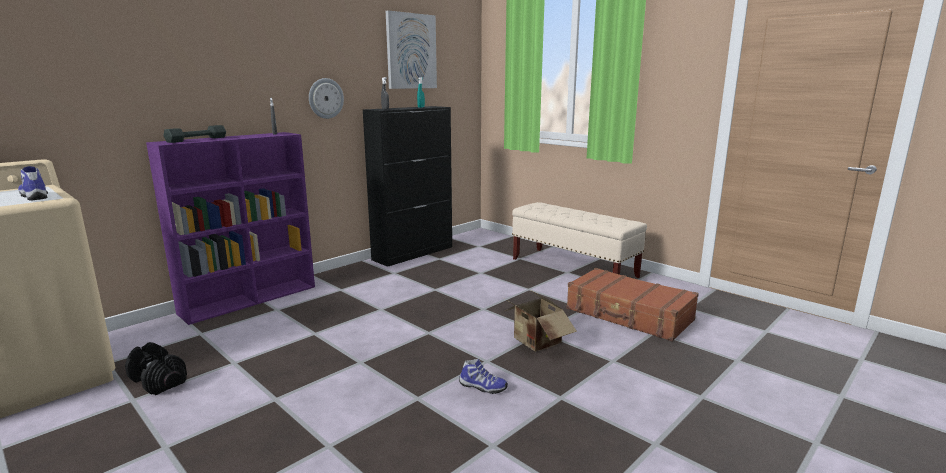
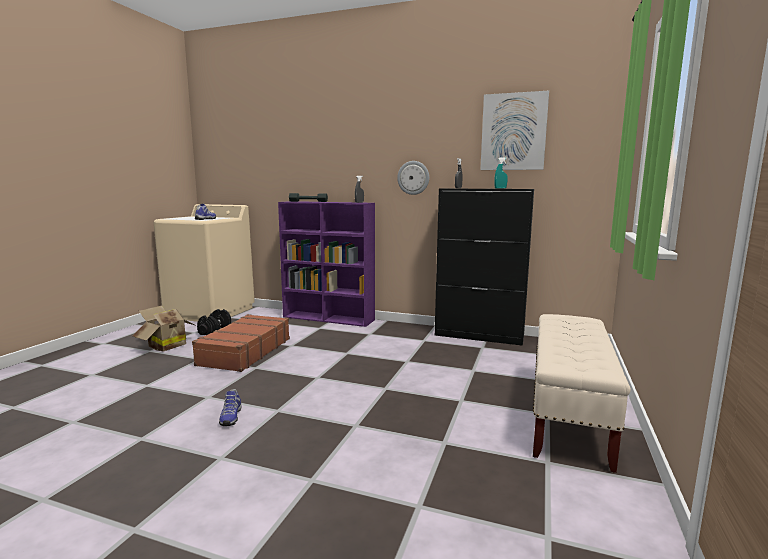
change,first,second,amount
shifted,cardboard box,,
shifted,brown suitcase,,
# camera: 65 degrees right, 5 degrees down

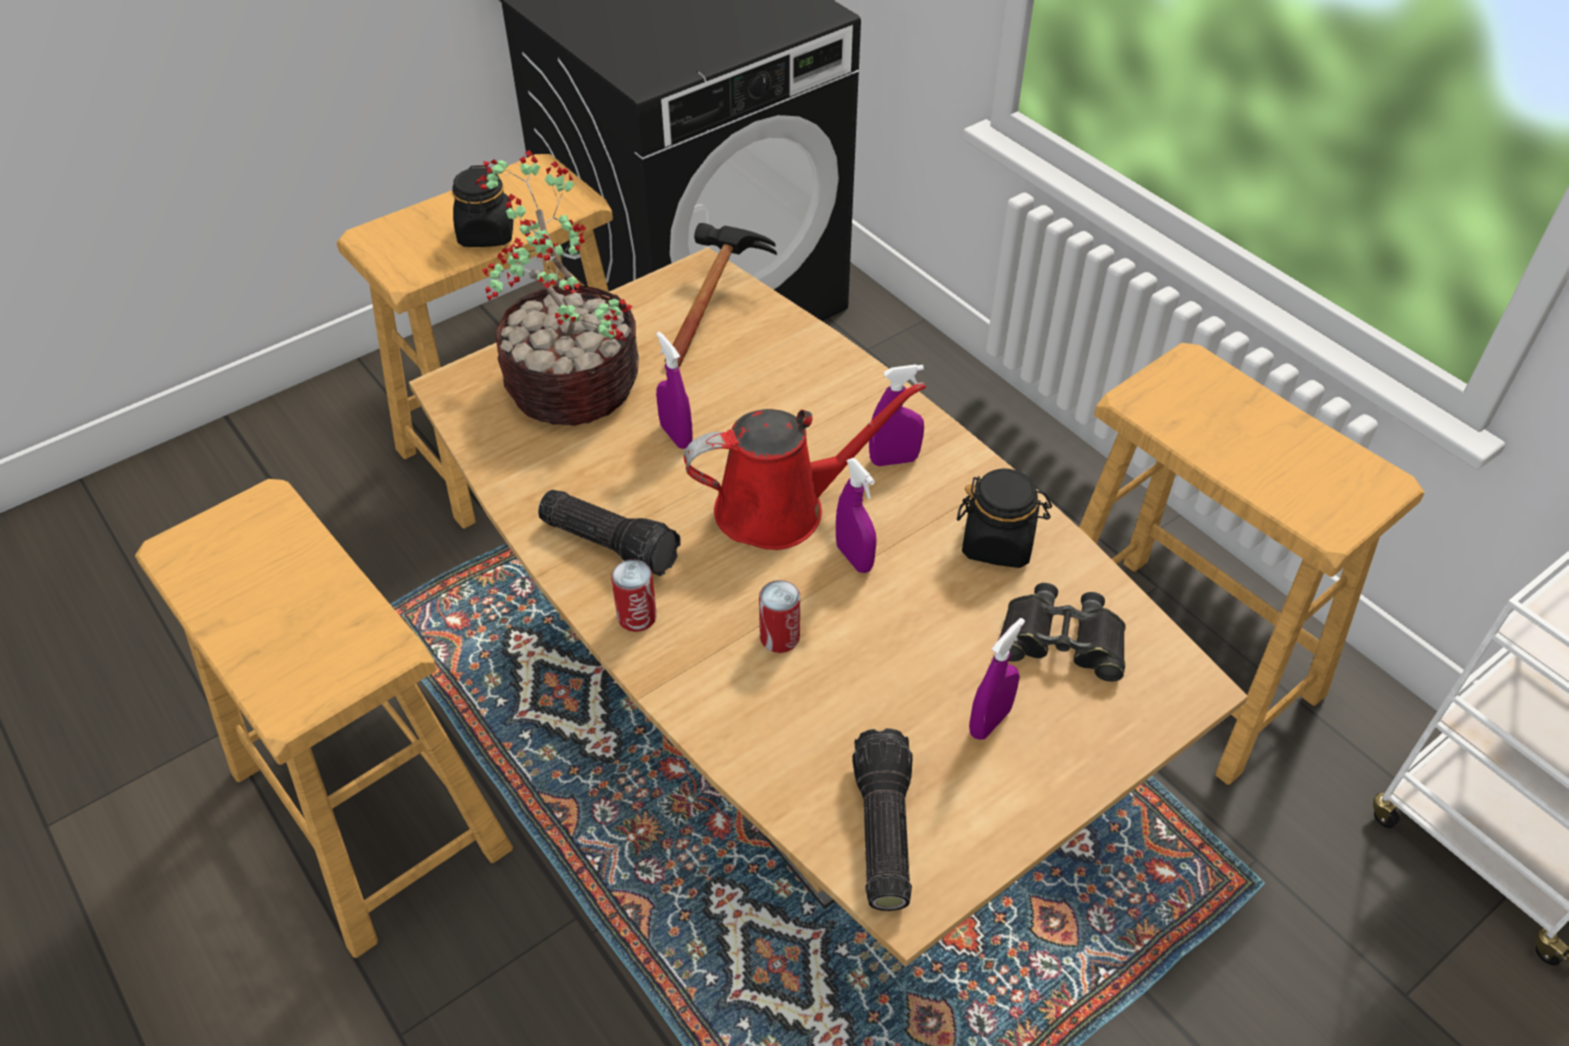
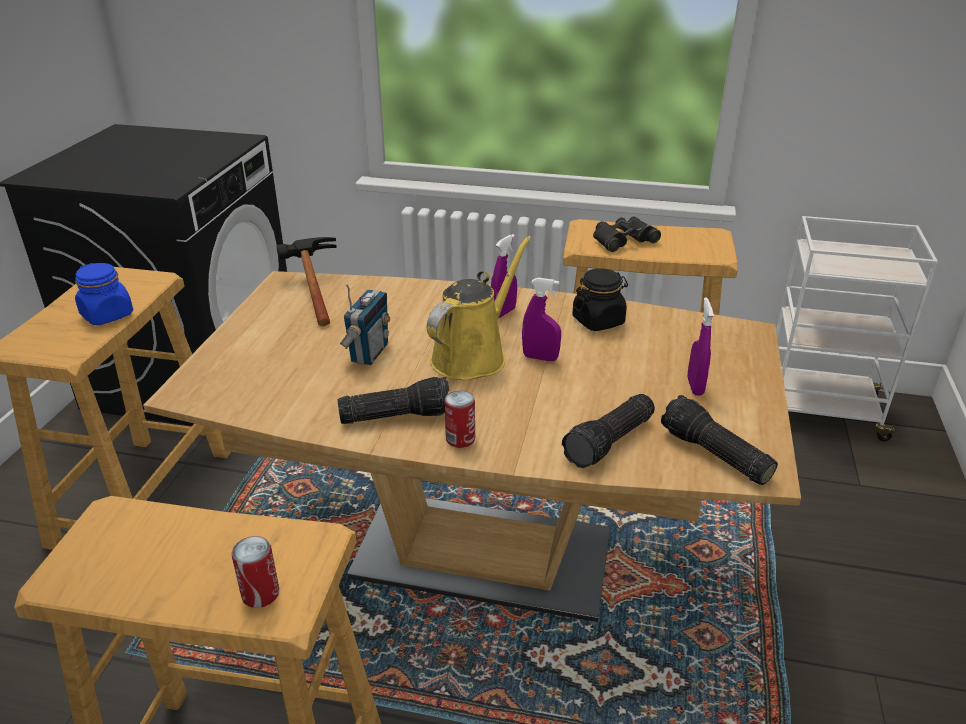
change,first,second,amount
repainted,black-coloured storage jar (no. 1 from left),blue-coloured storage jar,
shifted,sealed can (no. 2 from left in the first image),sealed can (no. 1 from left),
swapped,purplish spray bottle (no. 1 from left),radio set,
repainted,red sprinkling can,yellow-coloured sprinkling can,
new,,flashlight (no. 2 from left),
shifted,black-coloured pair of binoculars,,
gone,potted plant,,
# camera: 40 degrees left, 15 degrees down

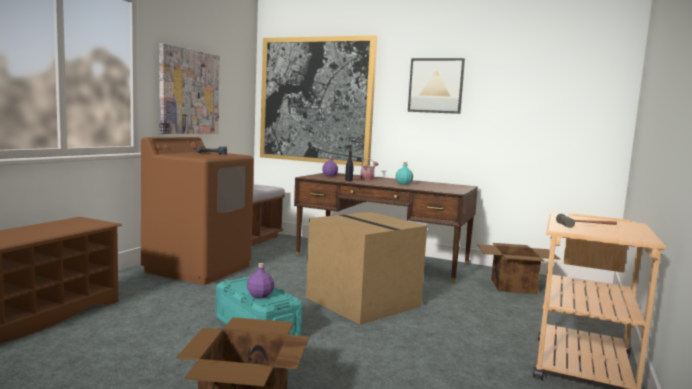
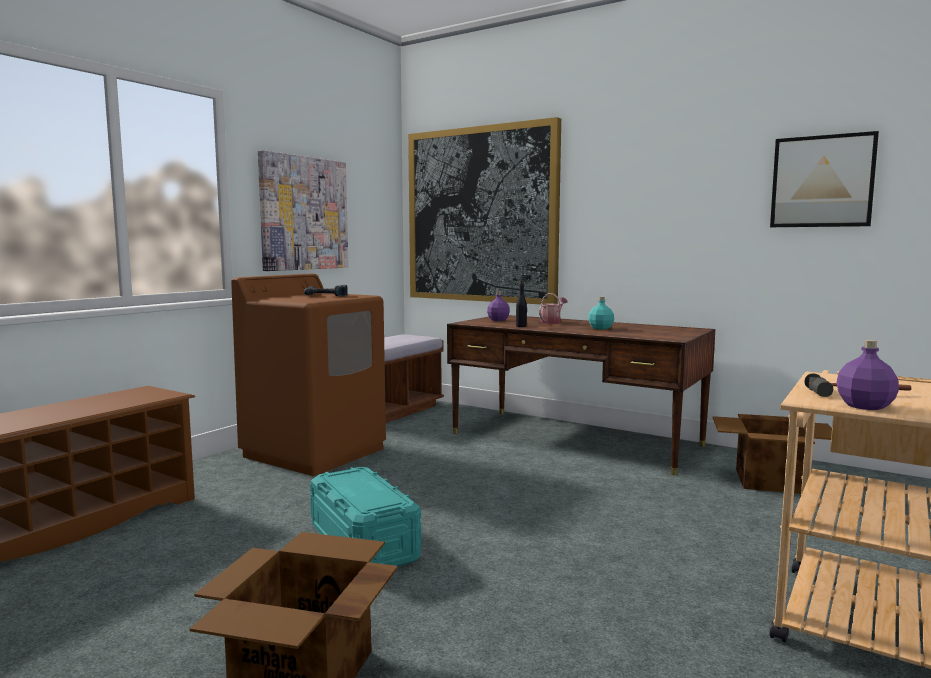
change,first,second,amount
shifted,wall picture (no. 3 from left),,
shifted,purplish bottle (no. 1 from left in the first image),purplish bottle (no. 2 from left),
gone,cardboard box (no. 2 from left),,
# camera: 10 degrees right, 0 degrees up

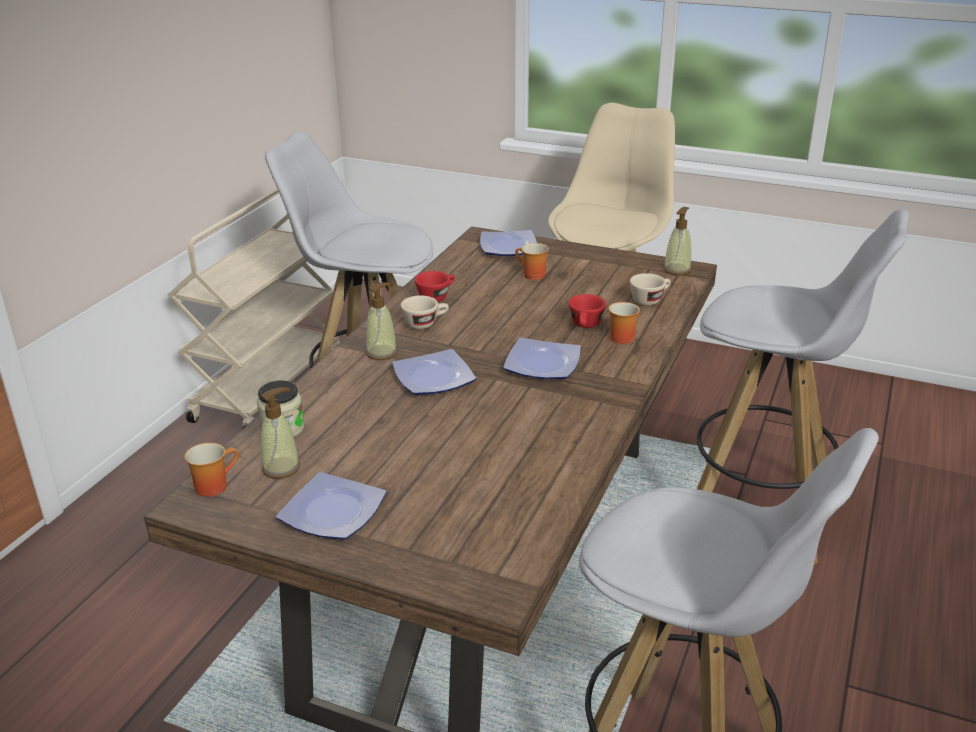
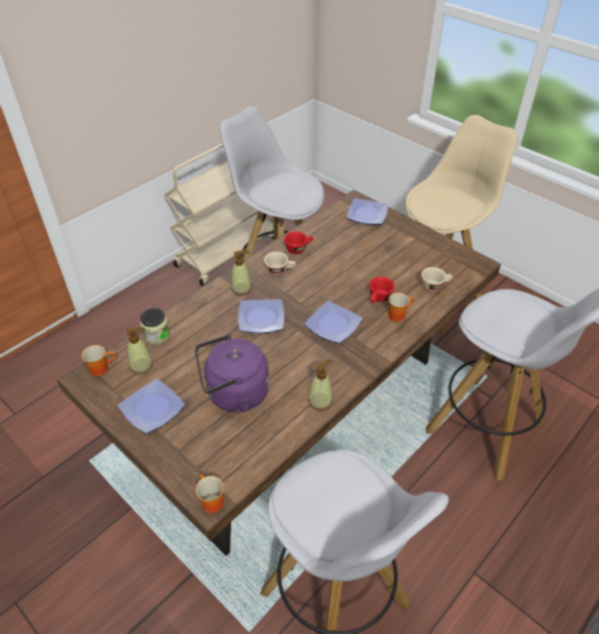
change,first,second,amount
new,,purplish tea kettle,
shifted,coffee mug (no. 2 from left),,
shifted,liquid soap bottle (no. 3 from left),,
# camera: 20 degrees right, 15 degrees up

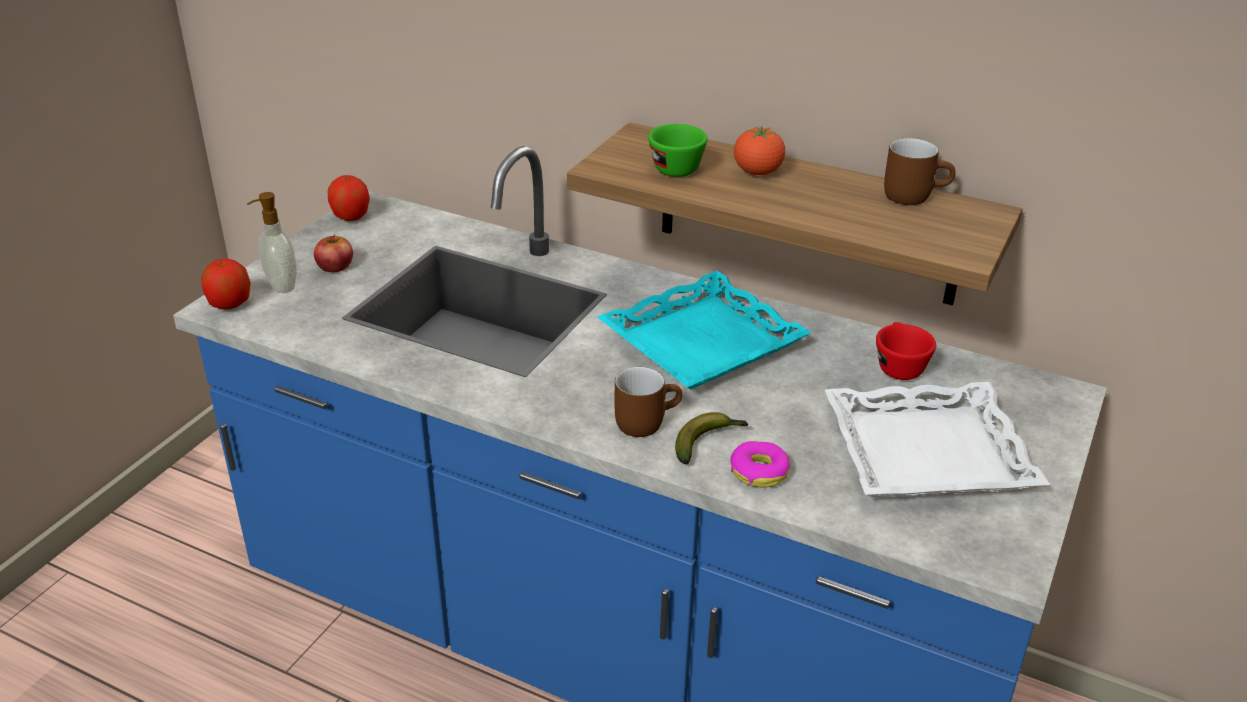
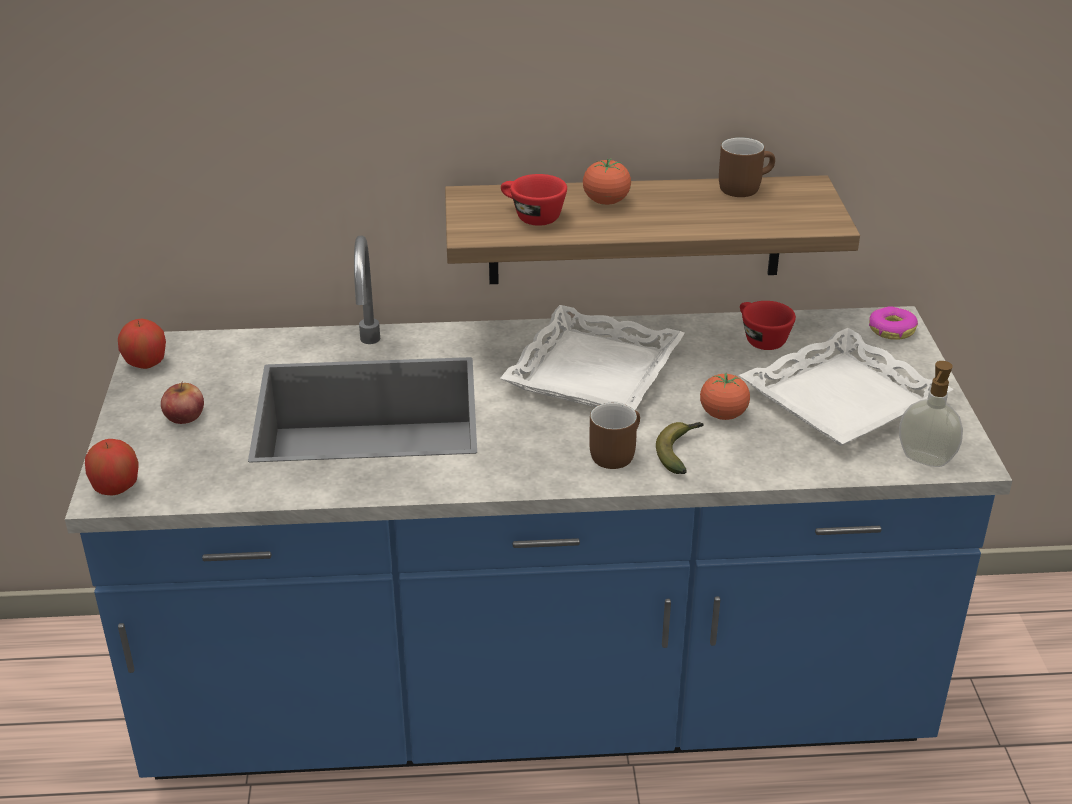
change,first,second,amount
repainted,turquoise serving tray,white serving tray (no. 1 from left),
repainted,green cup,red cup (no. 1 from left),
new,,tomato (no. 2 from left),
shifted,doughnut,,
shifted,liquid soap bottle,,
# camera: 30 degrees left, 0 degrees up

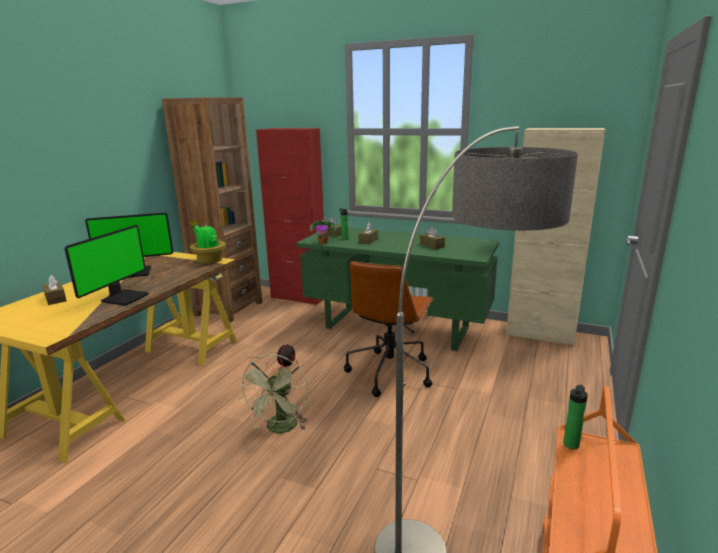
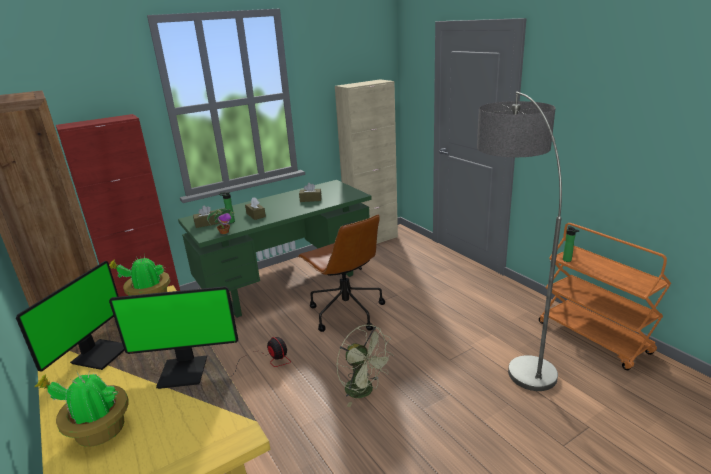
change,first,second,amount
swapped,brown box of tissues (no. 1 from left),potted plant (no. 1 from left),
rotated,computer screen (no. 1 from left in the first image),computer screen (no. 2 from left),120 degrees clockwise
# camera: 55 degrees left, 5 degrees up

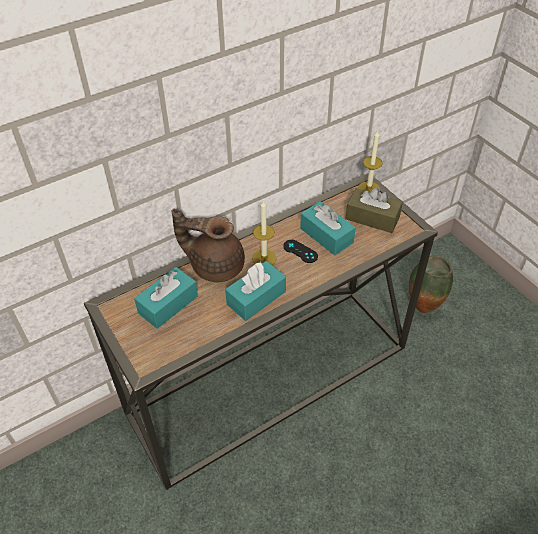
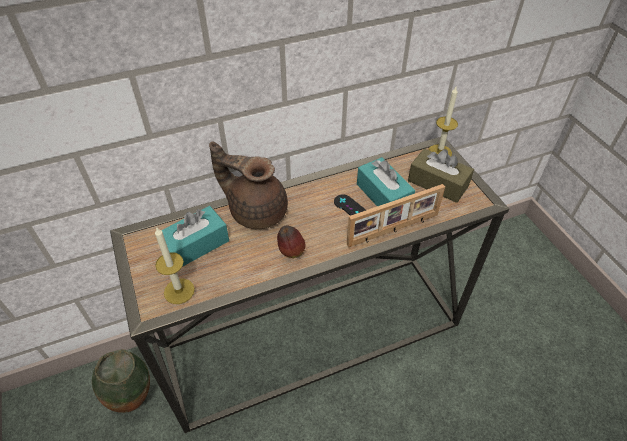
change,first,second,amount
shifted,vase,,
shifted,wax light (no. 1 from left),,
swapped,turquoise box of tissues (no. 2 from left),apple fruit,
new,,picture frame,
# camera: 10 degrees right, 0 degrees up

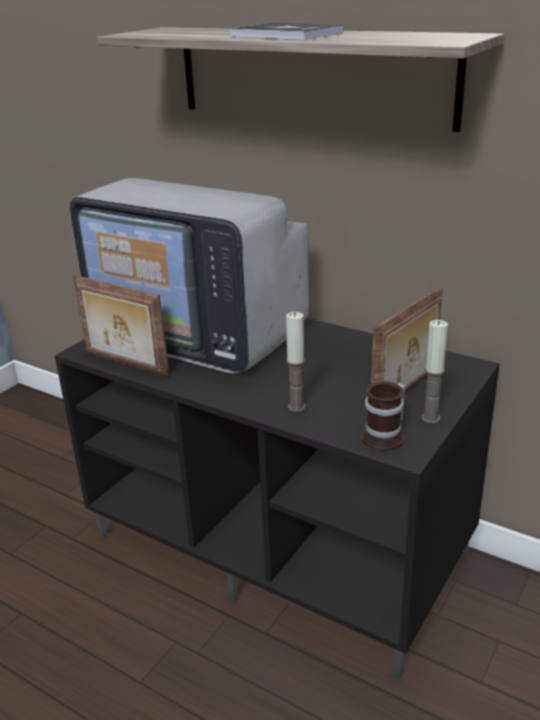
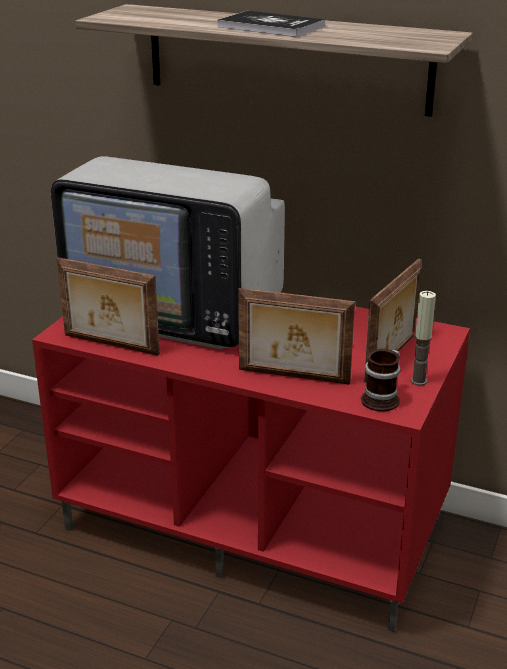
change,first,second,amount
repainted,black-coloured tv unit,red tv unit,
swapped,wax light (no. 1 from left),picture frame (no. 2 from left),
# camera: 10 degrees left, 0 degrees up

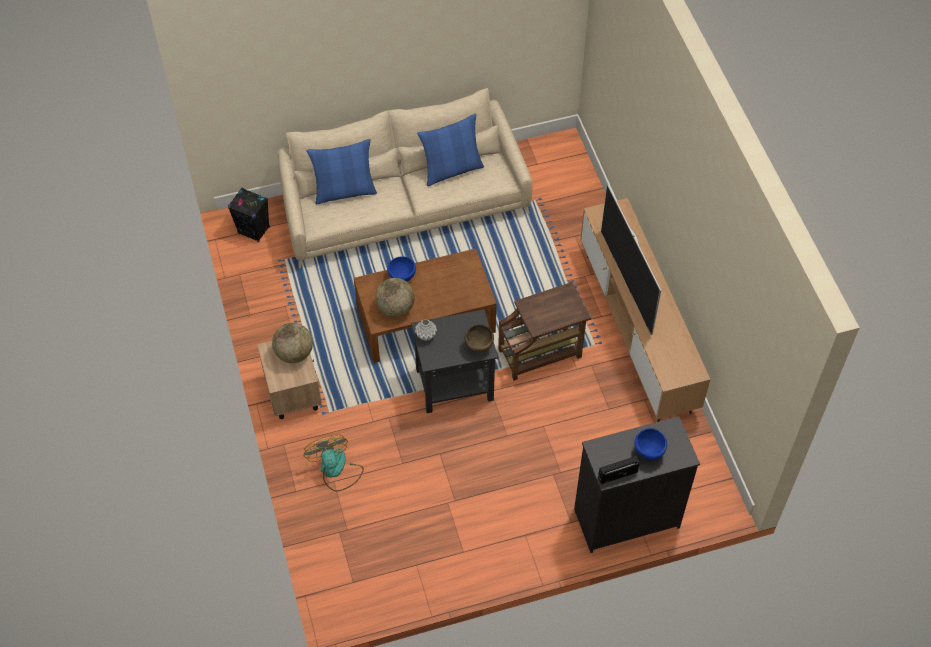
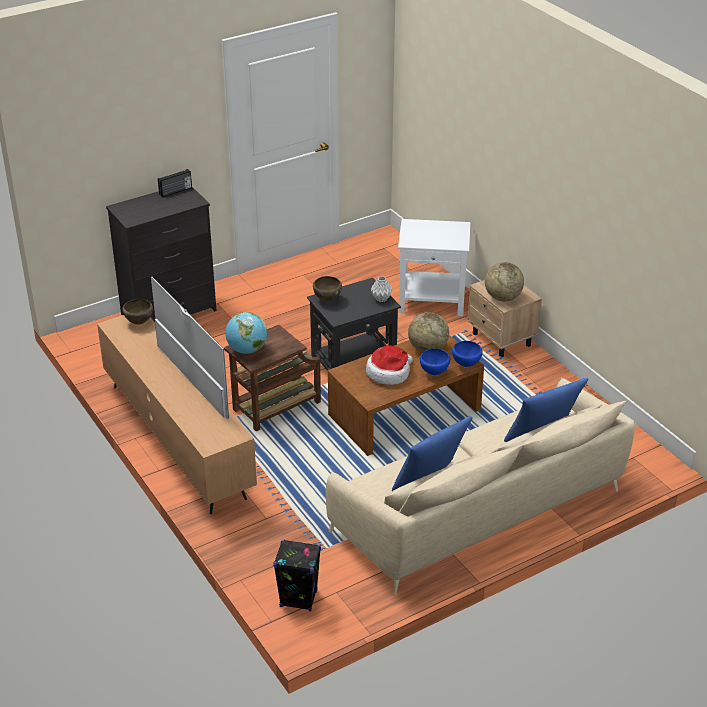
change,first,second,amount
new,,brown deep dish (no. 1 from left),
new,,world globe (no. 1 from left),
shifted,black-coloured speaker,,
new,,clothing hat,
swapped,fan,white end table,
shifted,blue-coloured deep dish (no. 2 from left),,
# camera: 165 degrees right, 20 degrees down

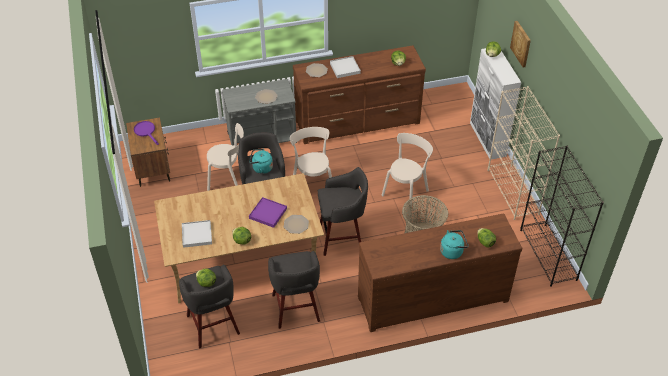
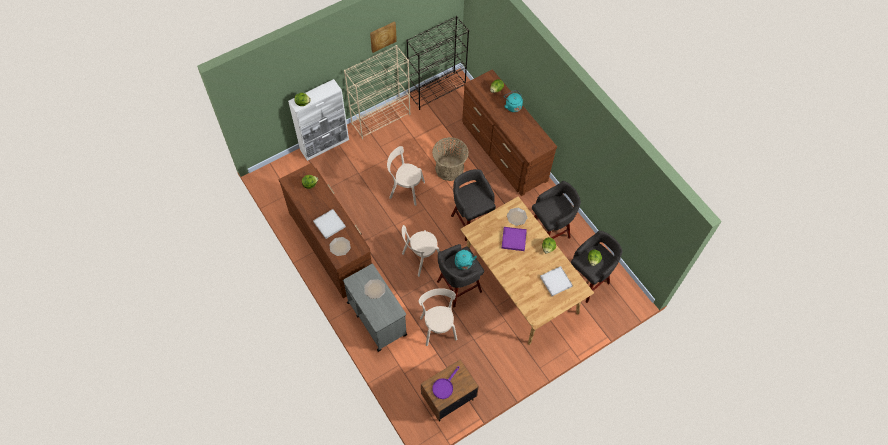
change,first,second,amount
shifted,wall picture,,
# camera: 110 degrees left, 15 degrees up

